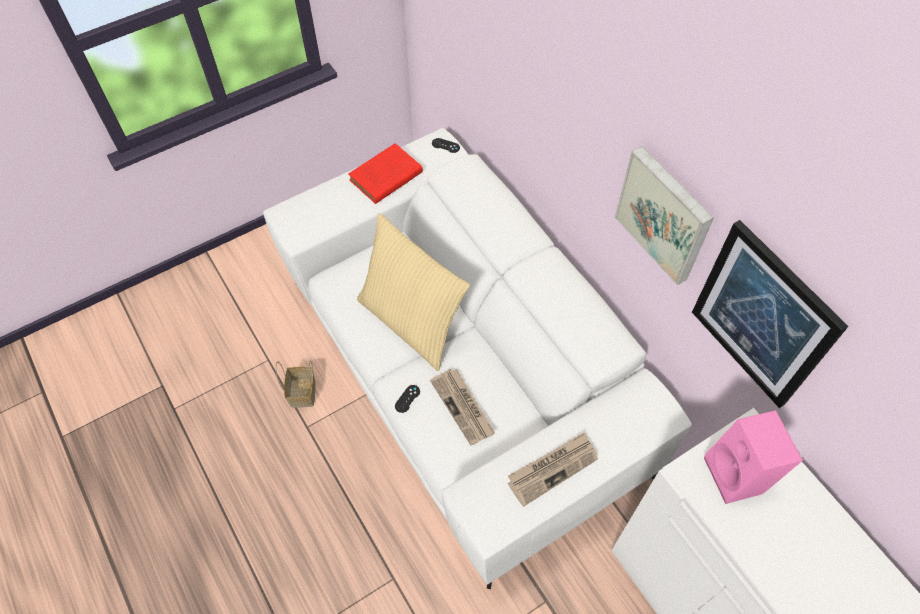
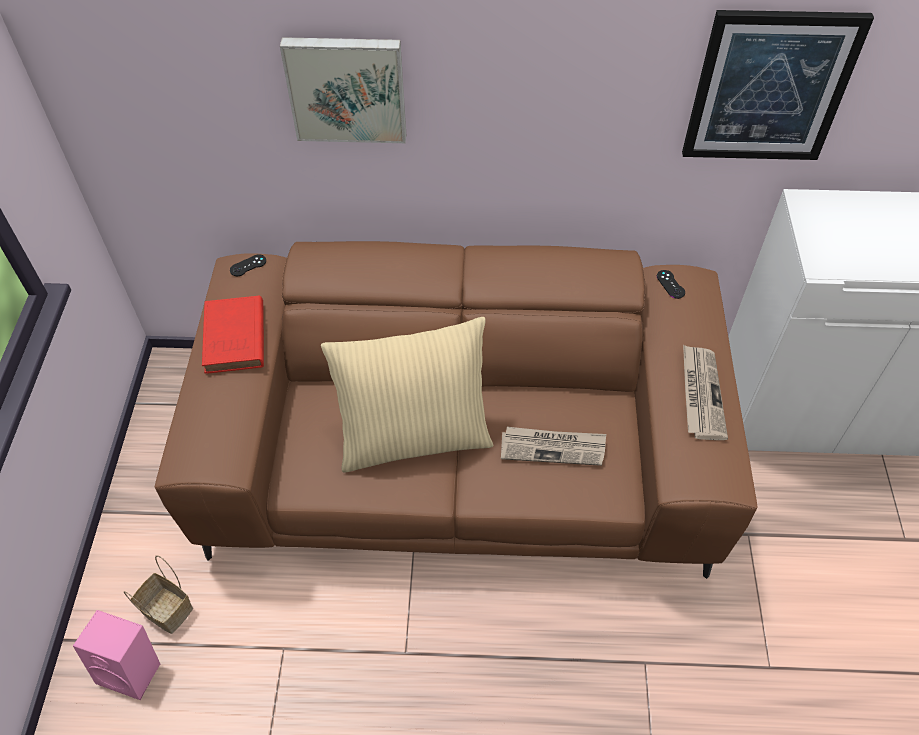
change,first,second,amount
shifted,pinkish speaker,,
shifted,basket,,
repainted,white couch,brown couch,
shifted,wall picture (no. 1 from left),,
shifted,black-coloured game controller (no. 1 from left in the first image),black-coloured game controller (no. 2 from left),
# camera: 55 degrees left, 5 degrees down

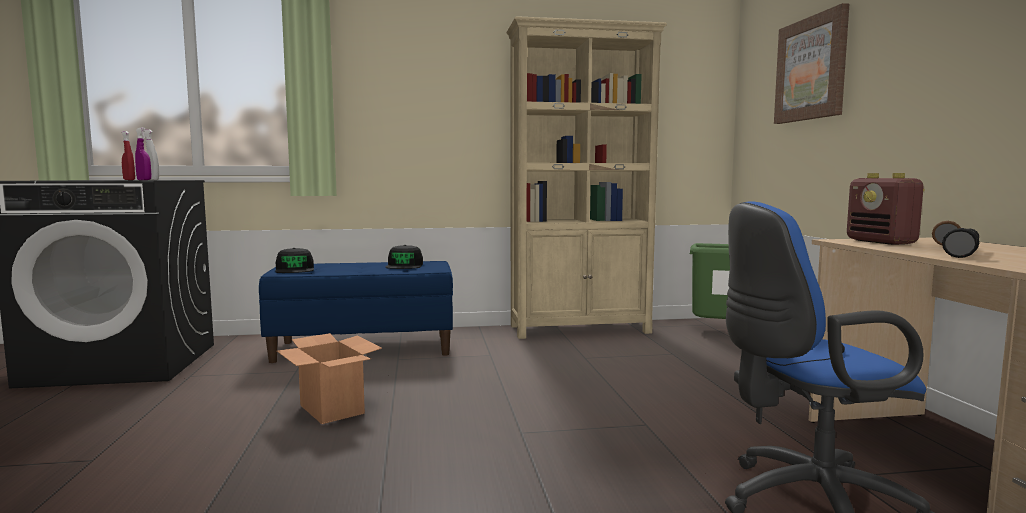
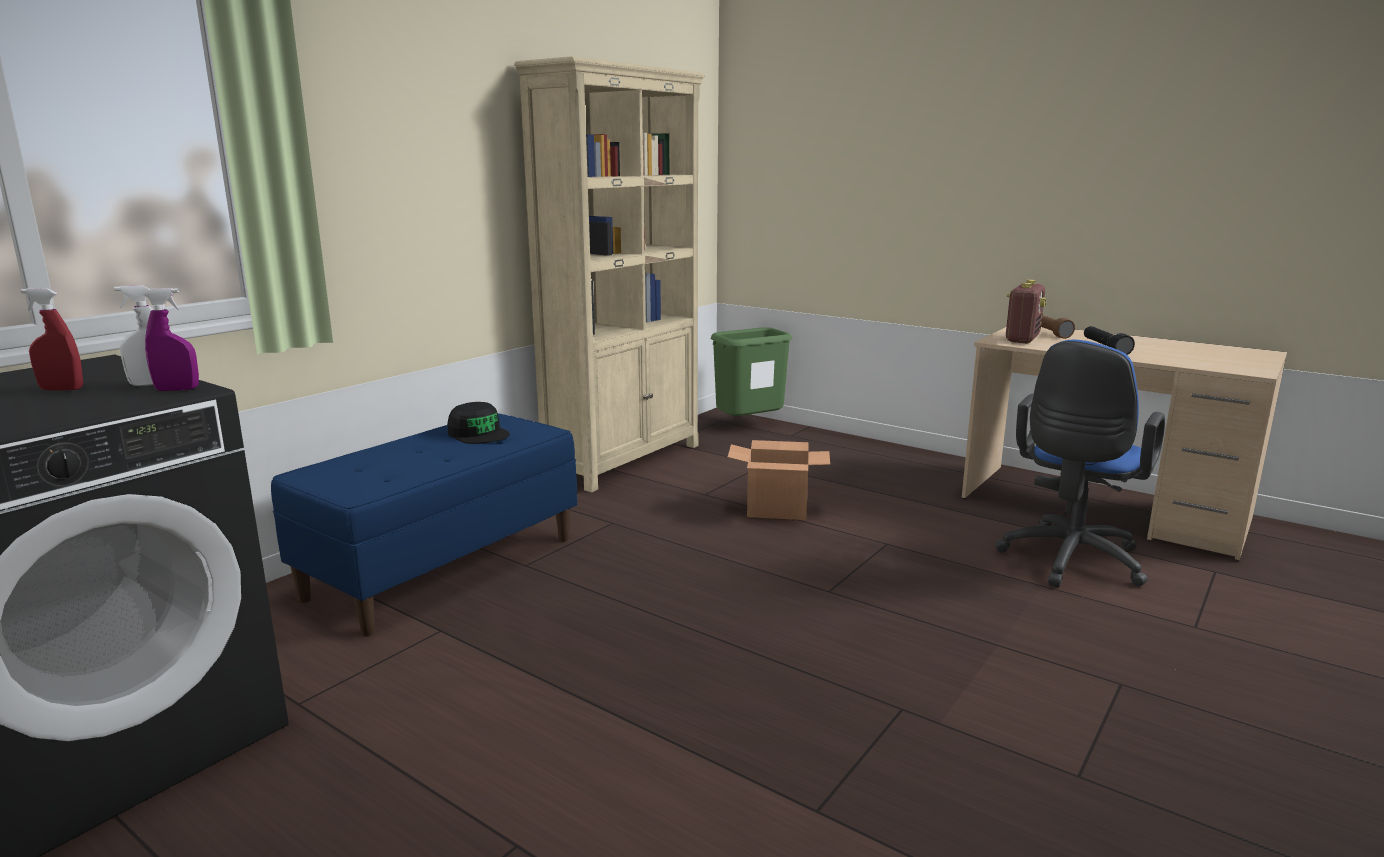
change,first,second,amount
shifted,cardboard box,,
rotated,radio set,,90 degrees counterclockwise
gone,black-coloured cap (no. 1 from left),,
gone,wall picture,,
# camera: 45 degrees left, 10 degrees up

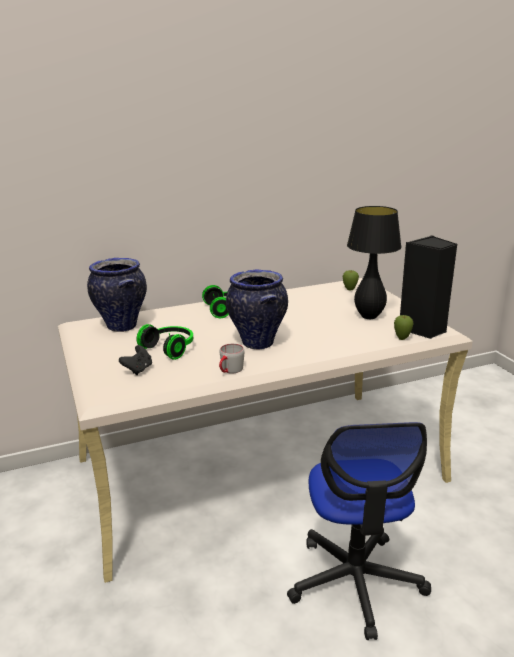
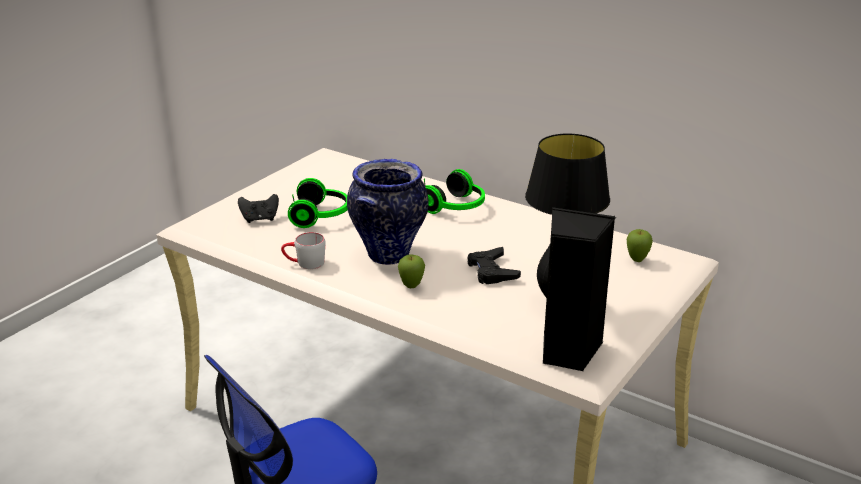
change,first,second,amount
shifted,apple fruit (no. 2 from left in the first image),apple fruit (no. 1 from left),
new,,black-coloured game controller (no. 2 from left),
gone,vase (no. 1 from left),,
# camera: 55 degrees right, 5 degrees up

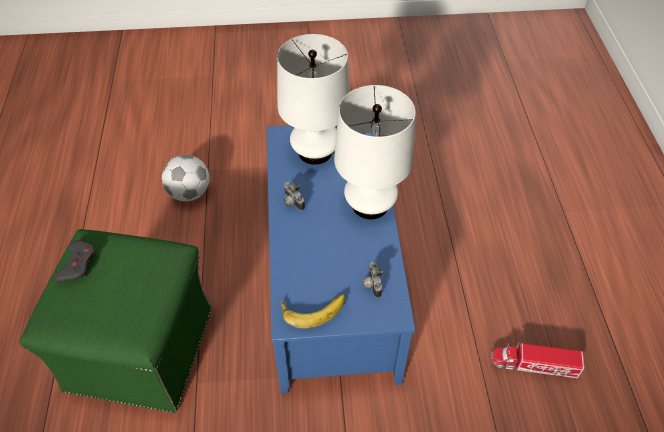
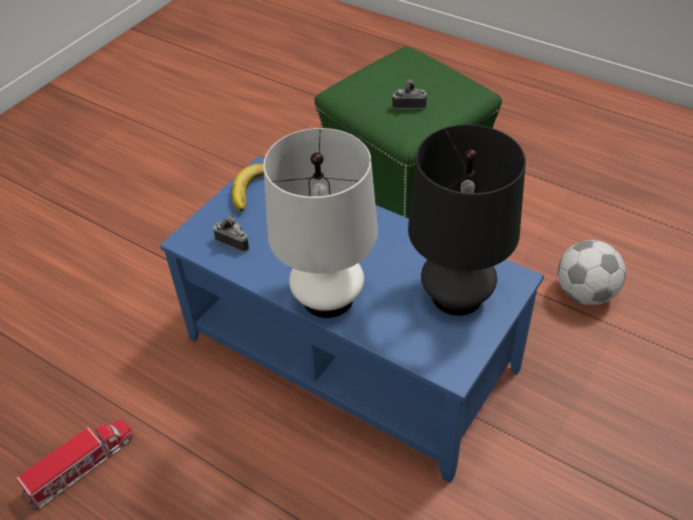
change,first,second,amount
shifted,photo camera (no. 1 from left in the first image),photo camera (no. 2 from left),
repainted,white tabletop lamp (no. 1 from left),black-coloured tabletop lamp,
gone,grey game controller,,
# camera: 130 degrees right, 5 degrees down

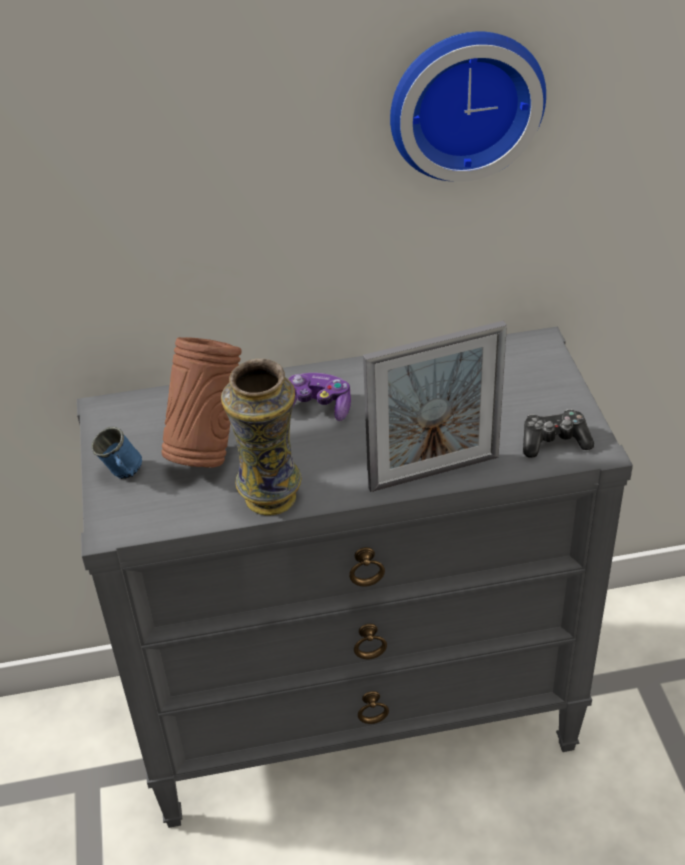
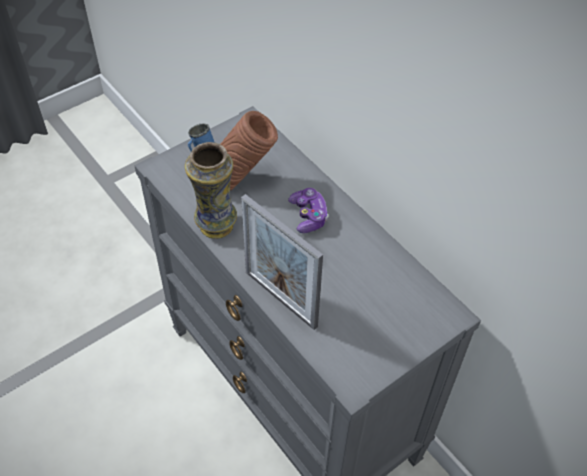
change,first,second,amount
gone,clock on the wall,,
gone,game controller (no. 2 from left),,
# camera: 60 degrees right, 10 degrees up

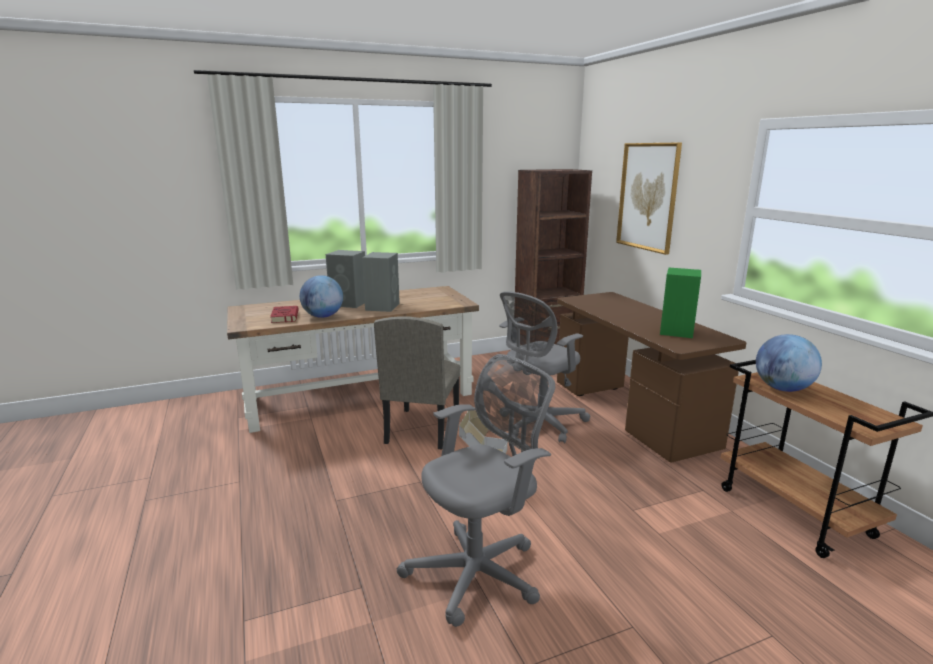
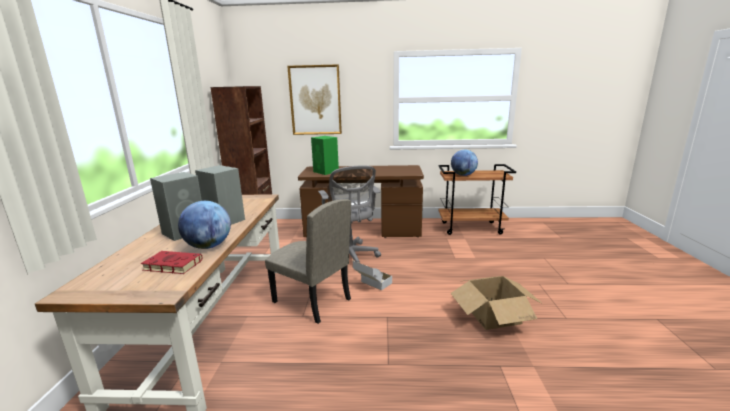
change,first,second,amount
shifted,green speaker,,
swapped,grey office chair (no. 1 from left),cardboard box (no. 2 from left),
# camera: 65 degrees left, 0 degrees up

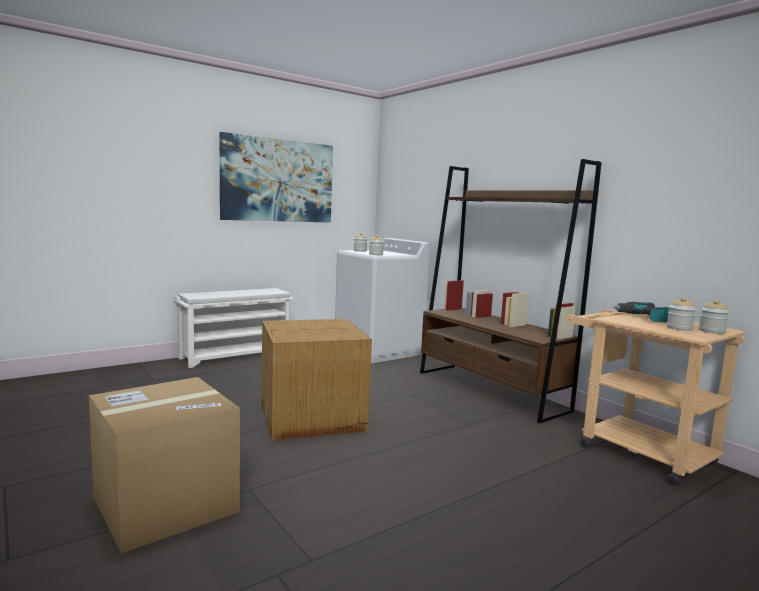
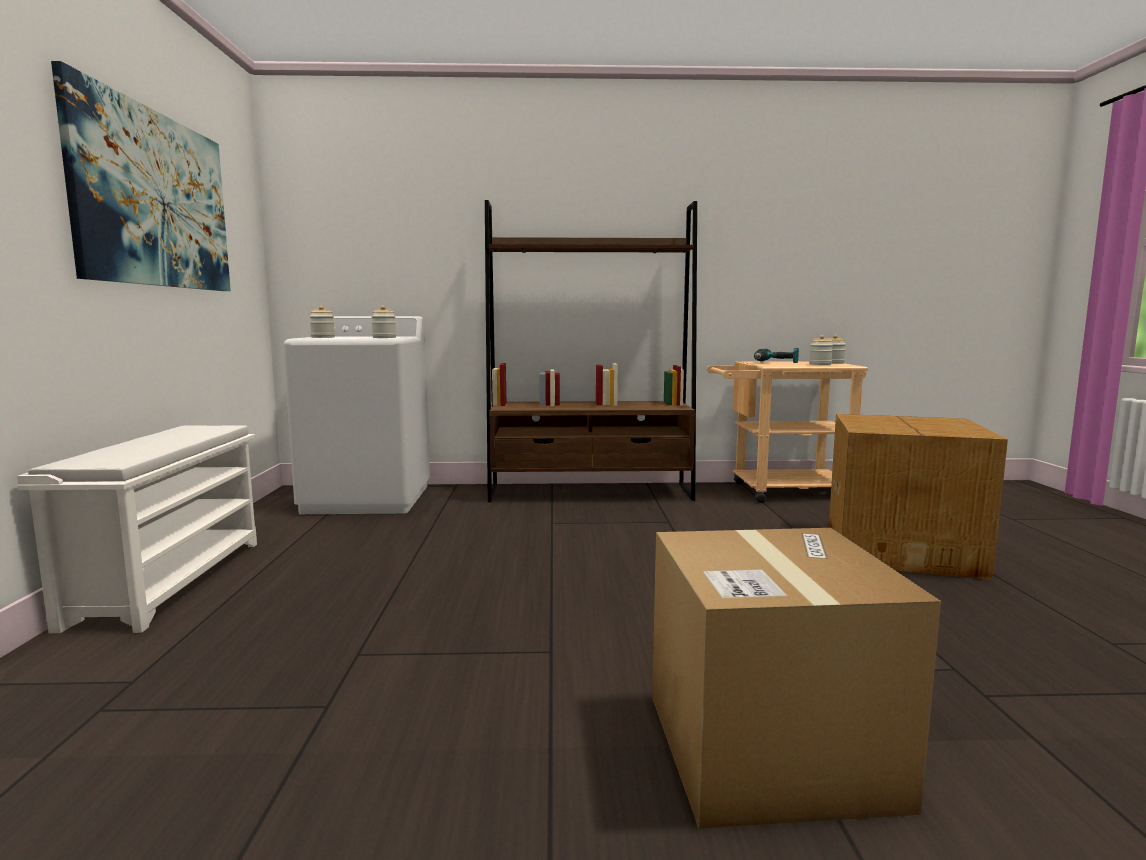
change,first,second,amount
shifted,cardboard box (no. 2 from left),,
# camera: 55 degrees left, 0 degrees up

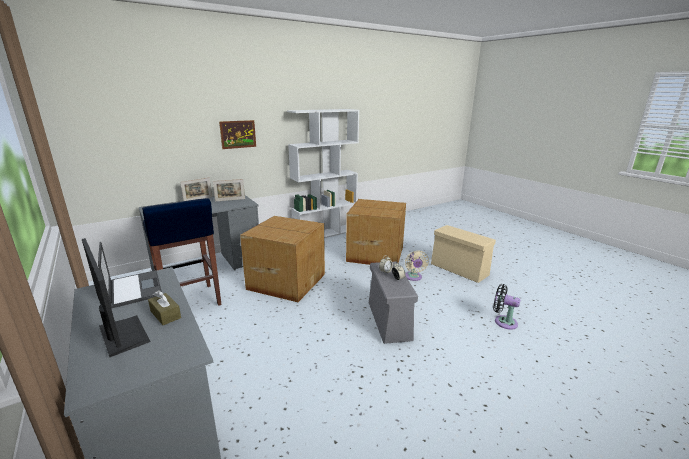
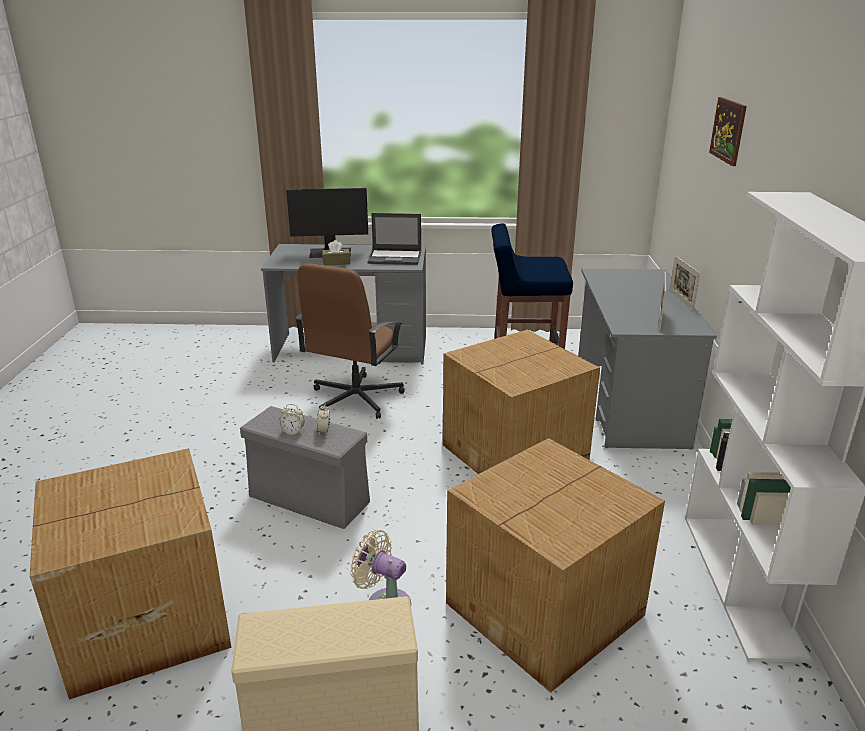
change,first,second,amount
swapped,black-coloured fan,cardboard box (no. 1 from left),
new,,brown office chair,
shifted,wall picture,,
# camera: 125 degrees right, 5 degrees up

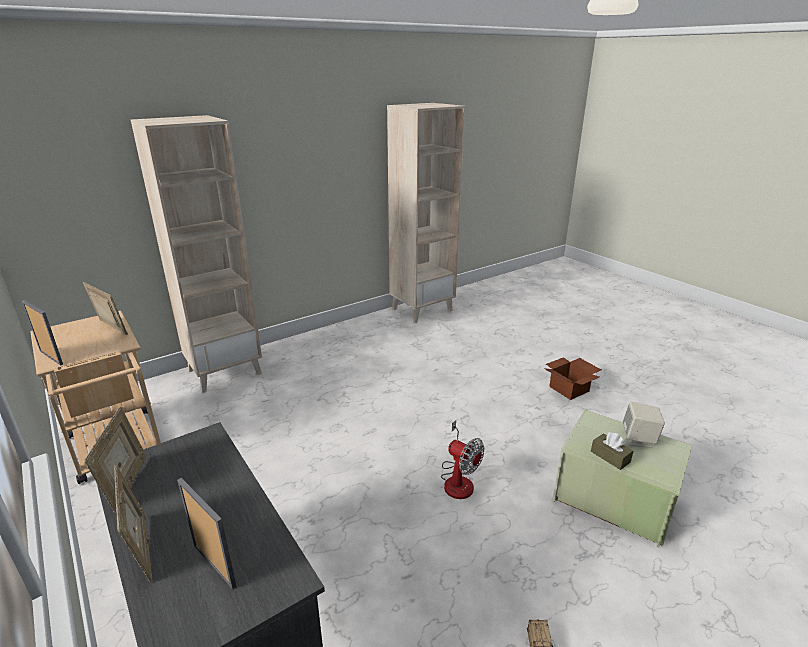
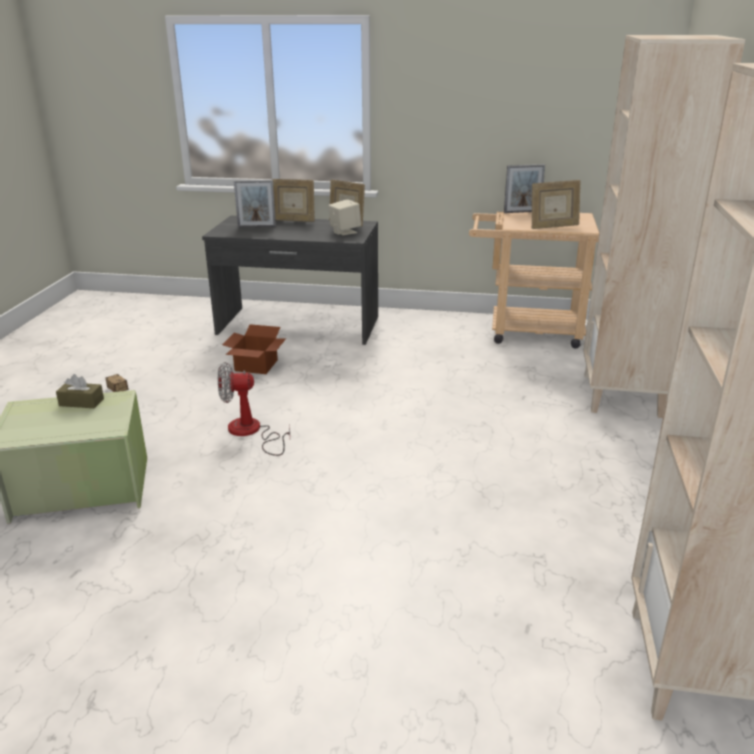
change,first,second,amount
shifted,cardboard box,,
shifted,sand-coloured speaker,,
# camera: 135 degrees right, 0 degrees up

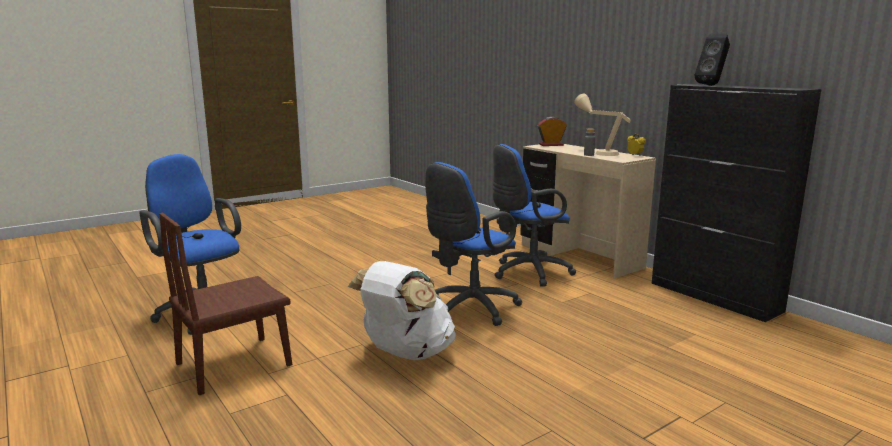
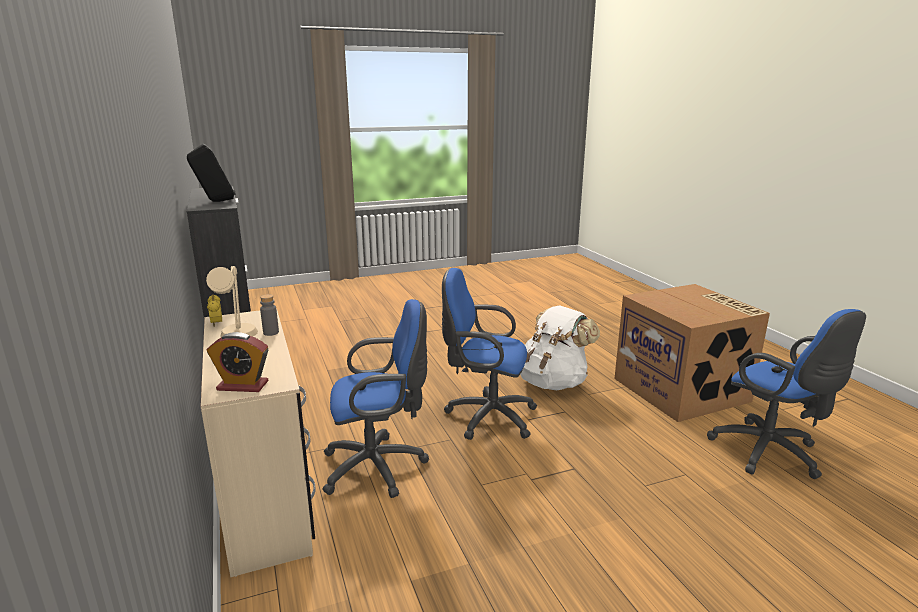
change,first,second,amount
rotated,blue-coloured office chair (no. 2 from left),,135 degrees counterclockwise
swapped,brown upright chair,cardboard box,
# camera: 165 degrees left, 5 degrees up

